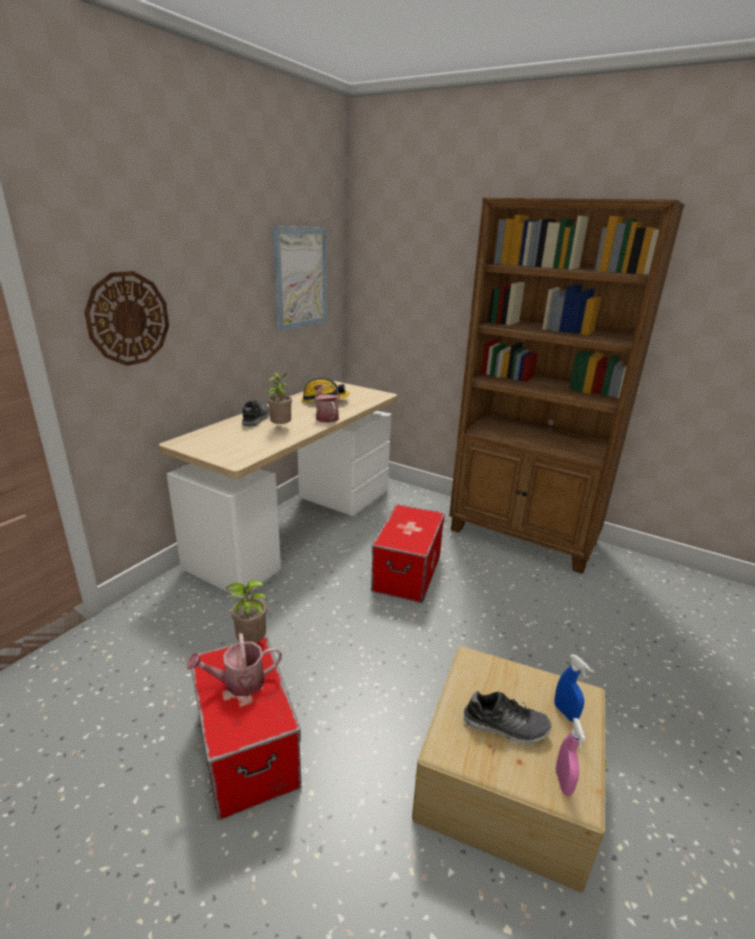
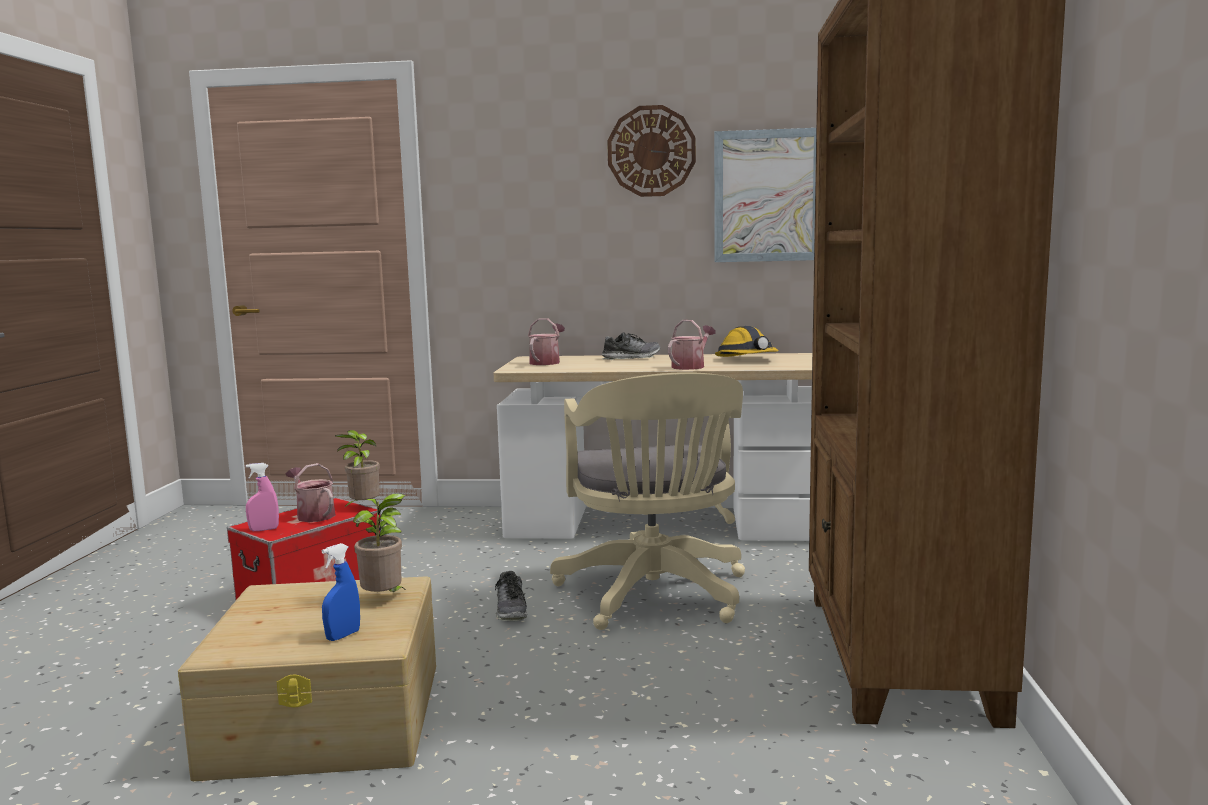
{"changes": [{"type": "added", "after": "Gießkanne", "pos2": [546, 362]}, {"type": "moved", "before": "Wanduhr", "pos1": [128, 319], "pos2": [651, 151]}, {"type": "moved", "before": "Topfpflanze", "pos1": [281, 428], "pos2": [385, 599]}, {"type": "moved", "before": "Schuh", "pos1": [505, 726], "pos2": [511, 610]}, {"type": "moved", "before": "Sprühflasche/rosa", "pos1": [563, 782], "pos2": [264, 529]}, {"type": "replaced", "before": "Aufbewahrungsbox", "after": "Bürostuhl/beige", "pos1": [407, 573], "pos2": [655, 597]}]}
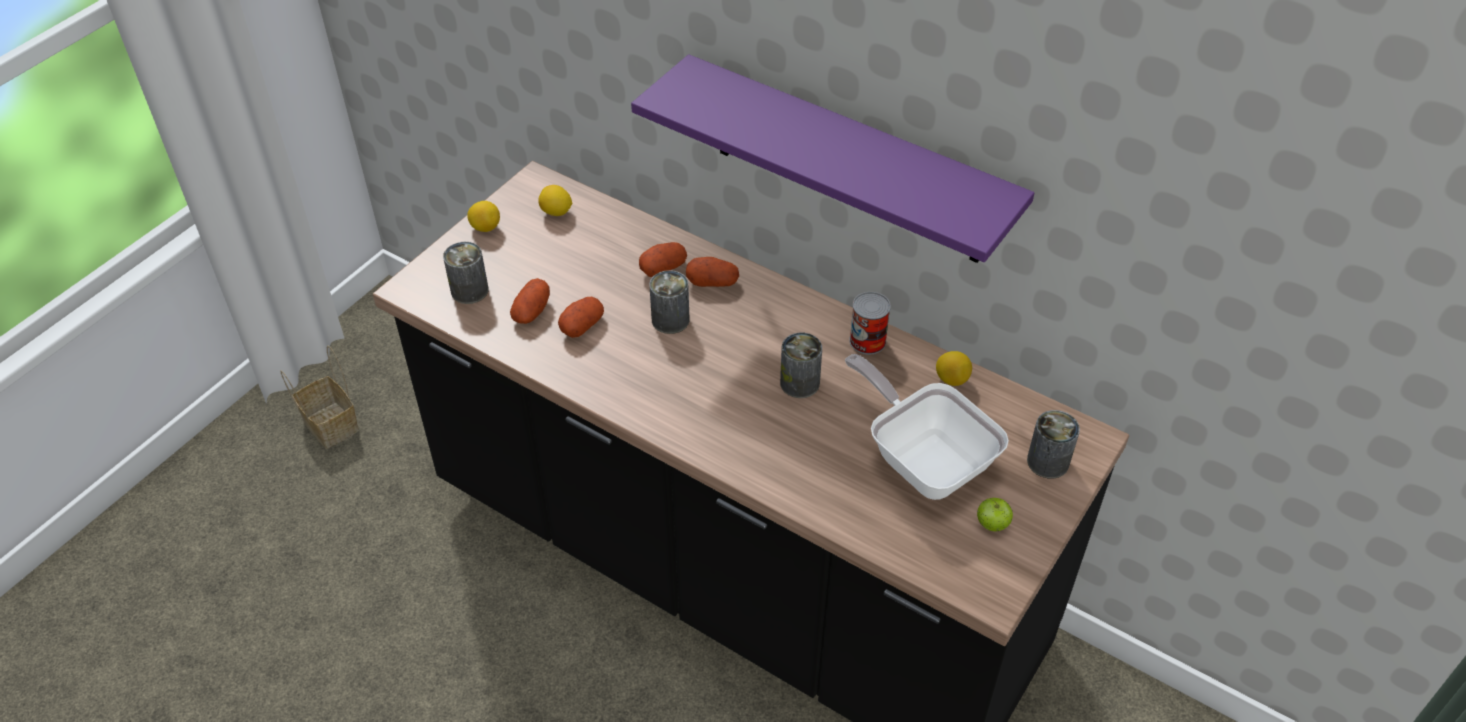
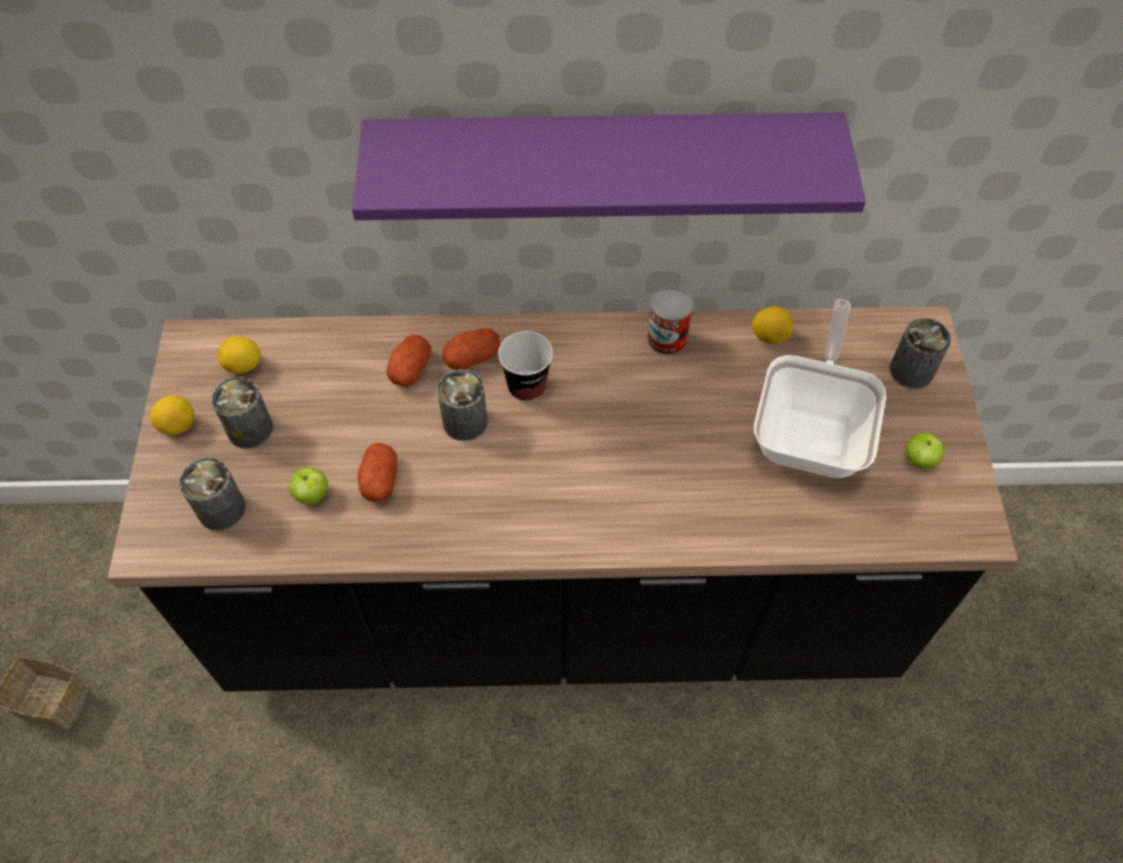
{"changes": [{"type": "added", "after": "Tasse", "pos2": [527, 387]}, {"type": "moved", "before": "Dose", "pos1": [799, 383], "pos2": [250, 429]}, {"type": "replaced", "before": "Kartoffel", "after": "Apfel", "pos1": [532, 311], "pos2": [312, 495]}, {"type": "turned", "before": "Pfanne", "pos1": [923, 458], "pos2": [812, 430], "turn": 90}]}
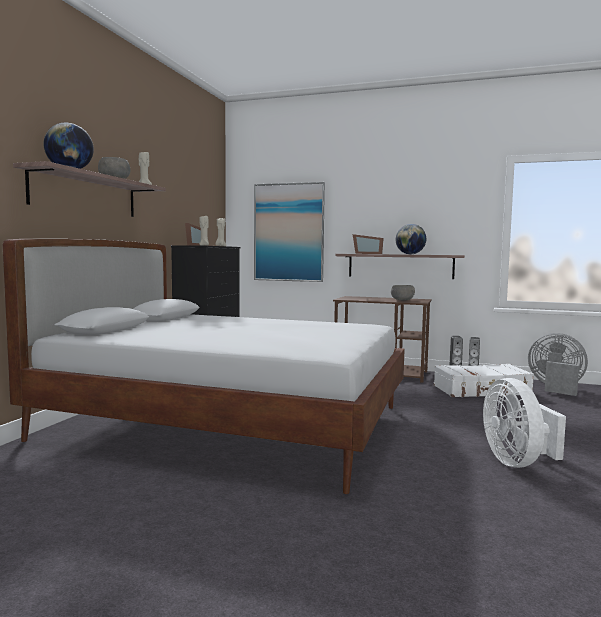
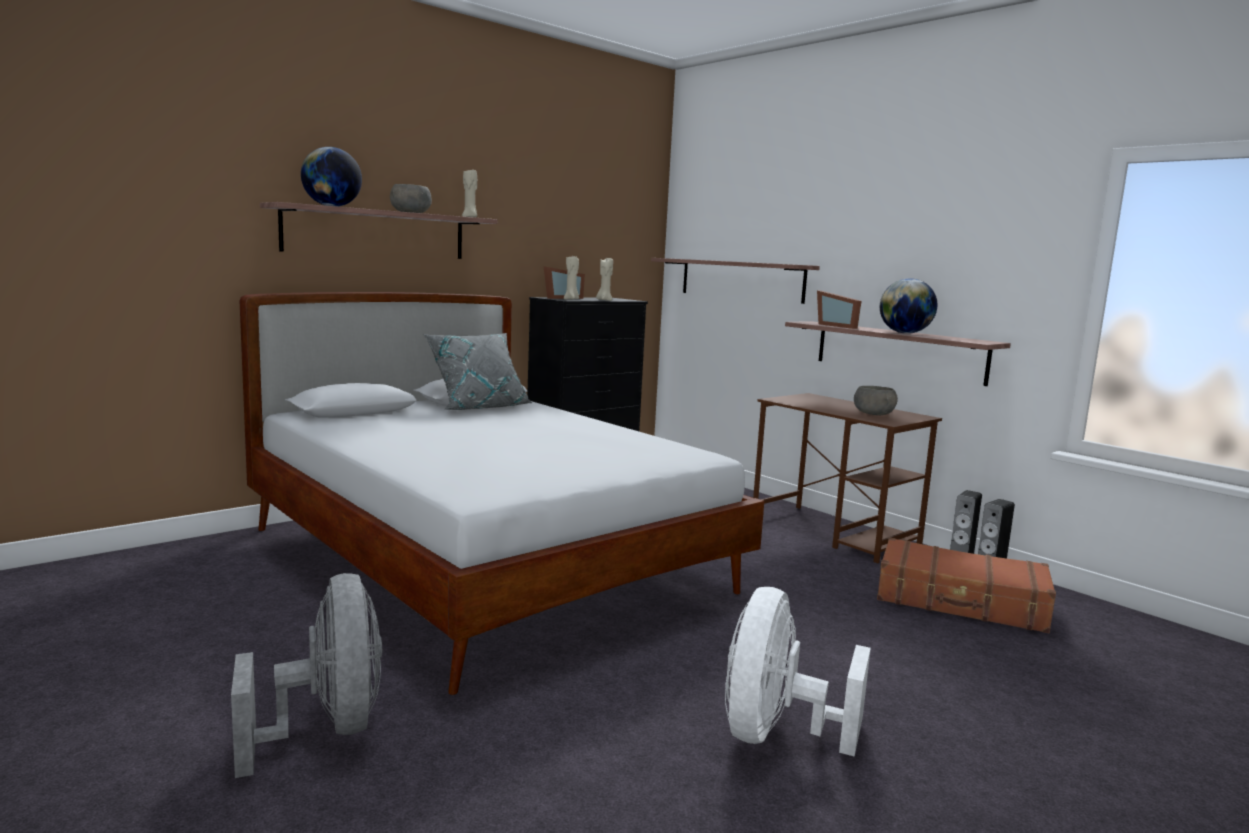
{"changes": [{"type": "added", "after": "Kissen/grau", "pos2": [478, 407]}, {"type": "moved", "before": "Ventilator/grau", "pos1": [555, 388], "pos2": [327, 729]}, {"type": "replaced", "before": "Bild", "after": "Wandregal", "pos1": [288, 232], "pos2": [741, 280]}, {"type": "recoloured", "before": "Koffer/weiß", "after": "Koffer/braun", "pos1": [482, 391], "pos2": [961, 602]}]}
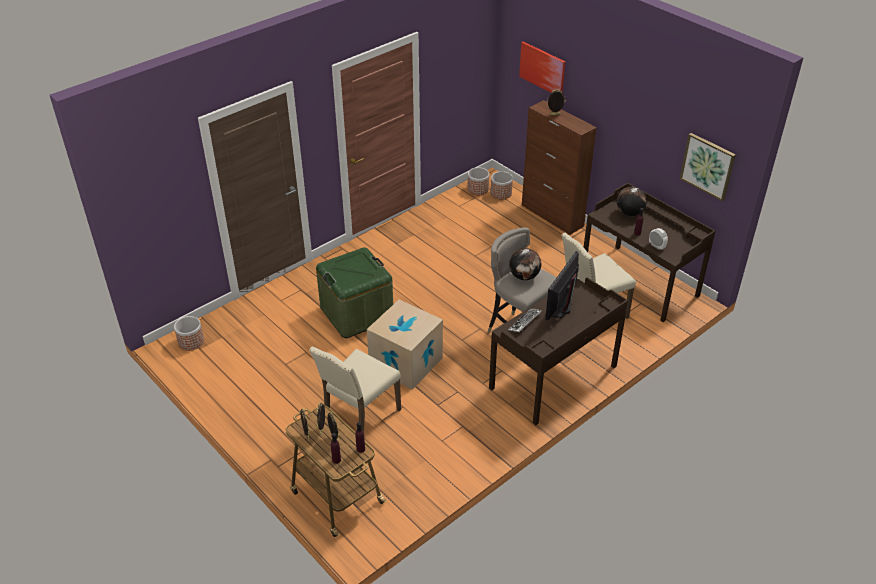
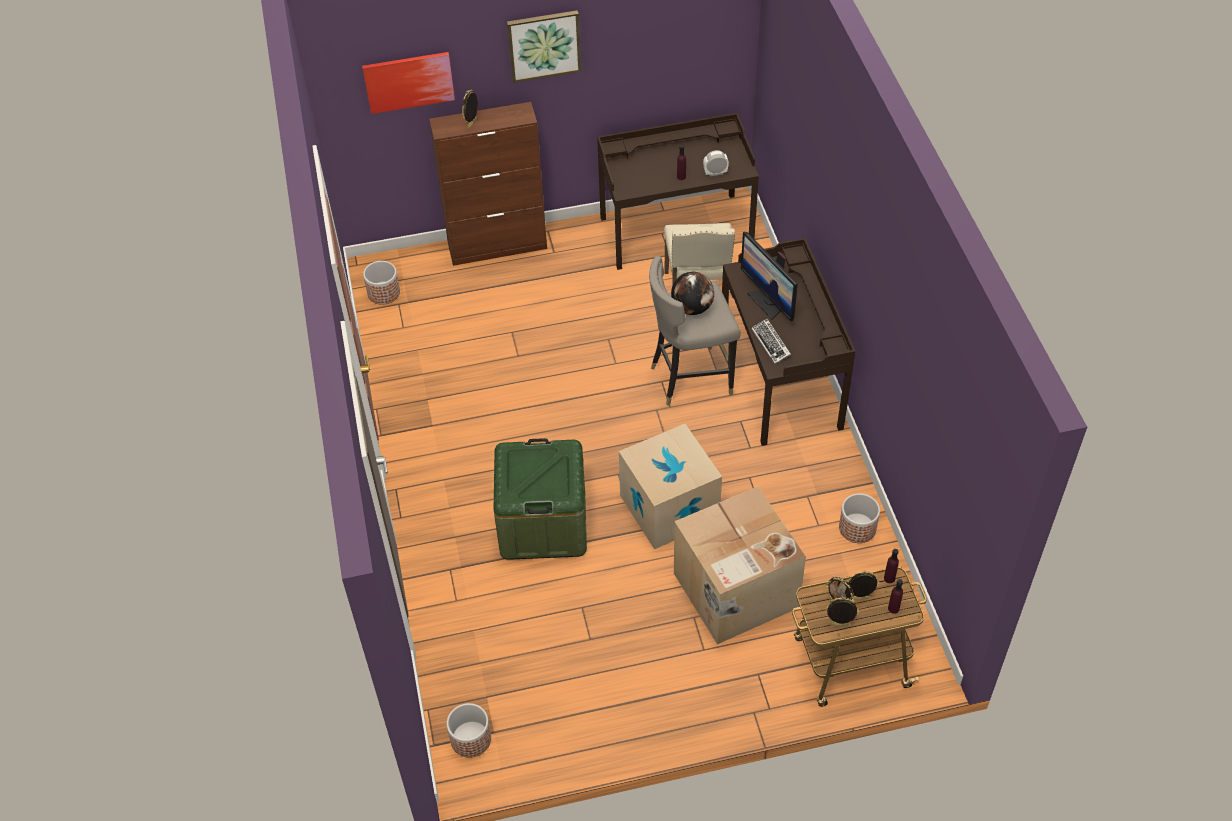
{"changes": [{"type": "removed", "before": "Globus", "pos1": [629, 213]}, {"type": "moved", "before": "Pflanzkübel", "pos1": [501, 193], "pos2": [857, 528]}, {"type": "moved", "before": "Bild", "pos1": [708, 166], "pos2": [544, 45]}, {"type": "replaced", "before": "Stuhl/beige", "after": "Karton", "pos1": [359, 417], "pos2": [735, 592]}]}
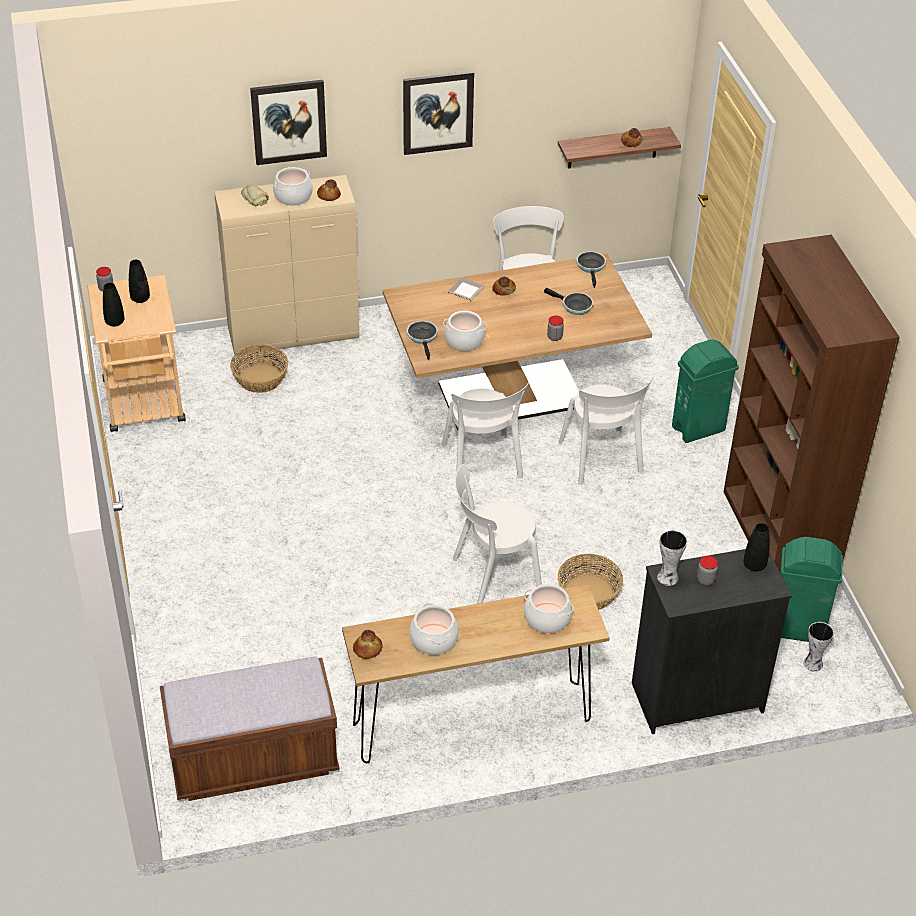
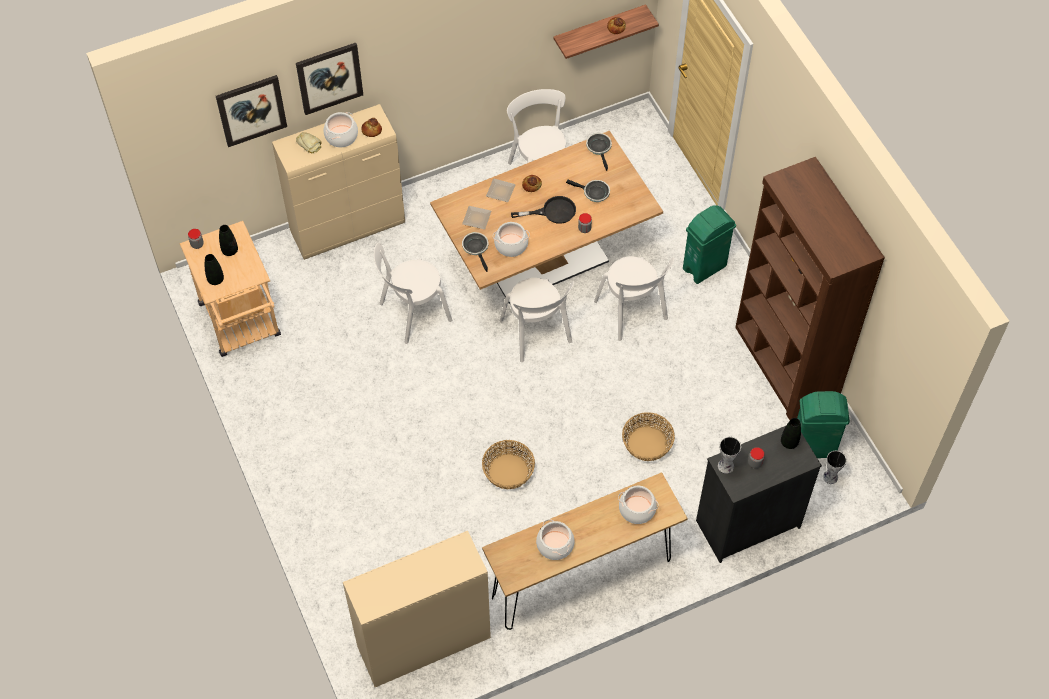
{"changes": [{"type": "removed", "before": "Brot", "pos1": [368, 649]}, {"type": "added", "after": "Teller", "pos2": [476, 218]}, {"type": "added", "after": "Pfanne/schwarz", "pos2": [552, 212]}, {"type": "moved", "before": "Korb", "pos1": [260, 379], "pos2": [508, 472]}, {"type": "moved", "before": "Bild", "pos1": [438, 112], "pos2": [251, 110]}, {"type": "moved", "before": "Stuhl/weiß", "pos1": [492, 576], "pos2": [412, 313]}, {"type": "replaced", "before": "Bank/braun", "after": "Schrank/beige", "pos1": [254, 760], "pos2": [423, 643]}]}
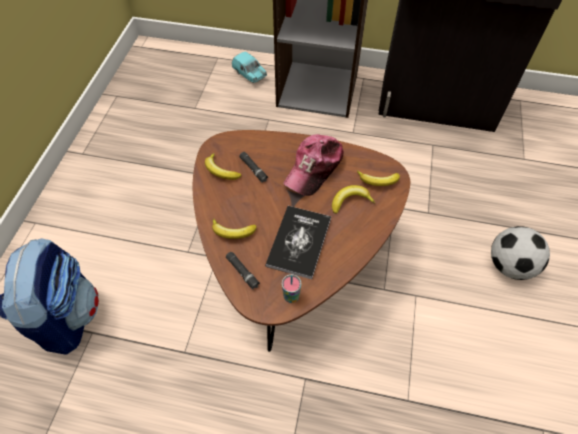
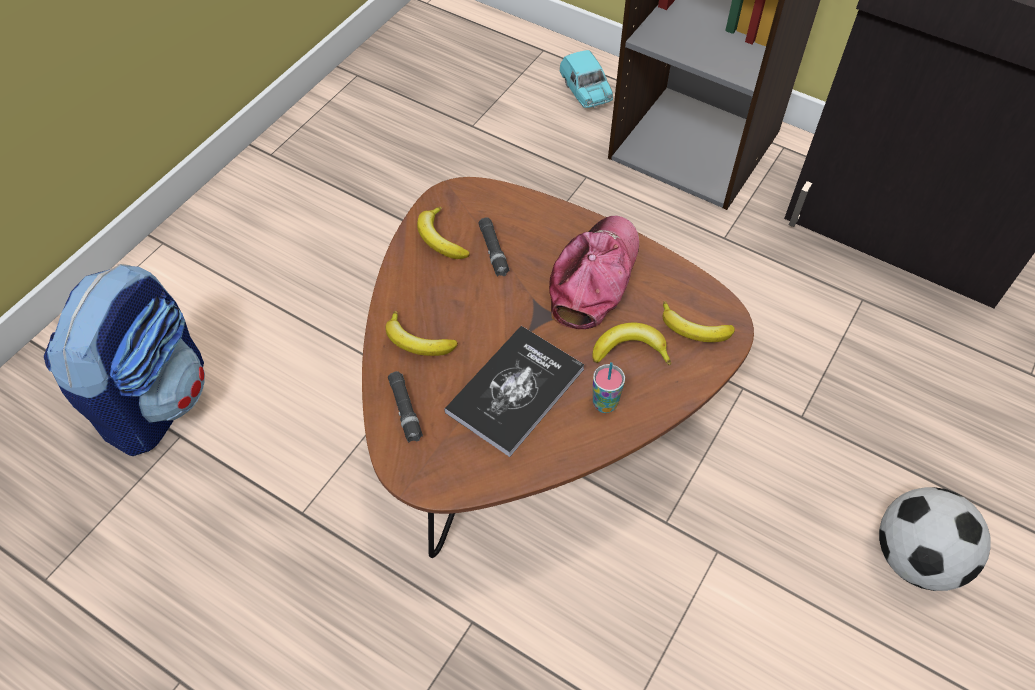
{"changes": [{"type": "moved", "before": "Tasse", "pos1": [291, 297], "pos2": [605, 404]}, {"type": "turned", "before": "Kappe", "pos1": [314, 168], "pos2": [594, 277], "turn": 150}]}
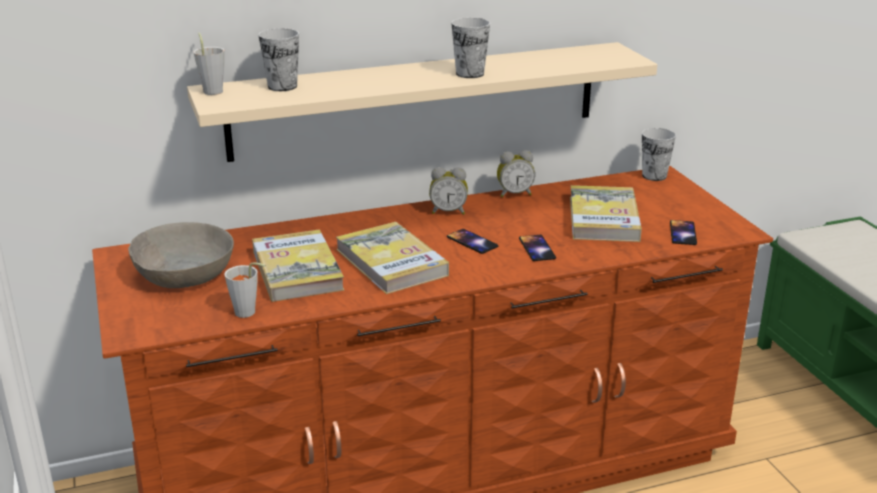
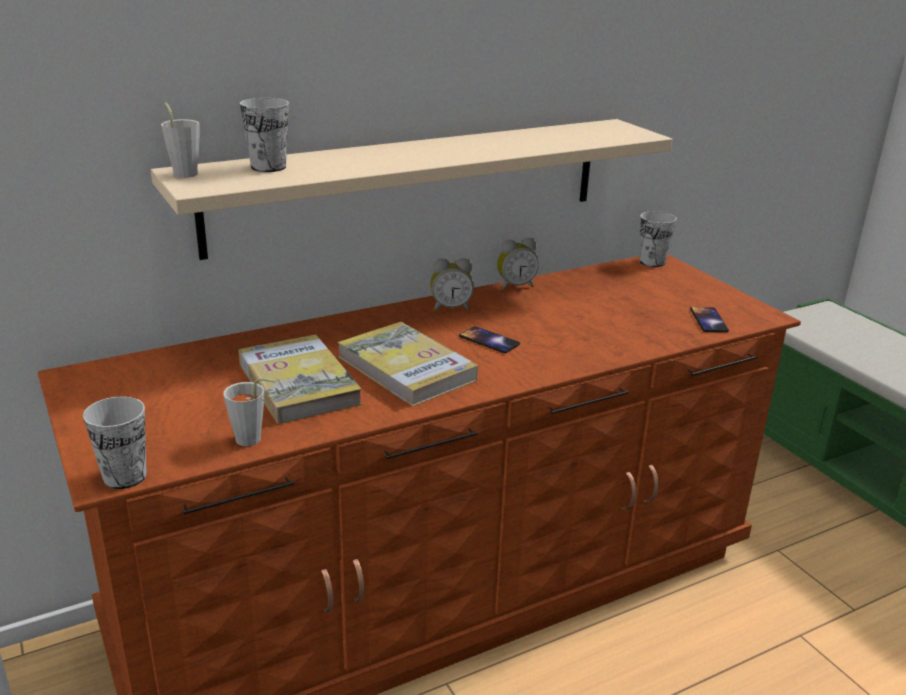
{"changes": [{"type": "removed", "before": "Schüssel/grau", "pos1": [185, 275]}, {"type": "removed", "before": "Handy", "pos1": [537, 248]}, {"type": "removed", "before": "Buch", "pos1": [603, 218]}, {"type": "moved", "before": "Tasse", "pos1": [470, 74], "pos2": [125, 476]}]}
